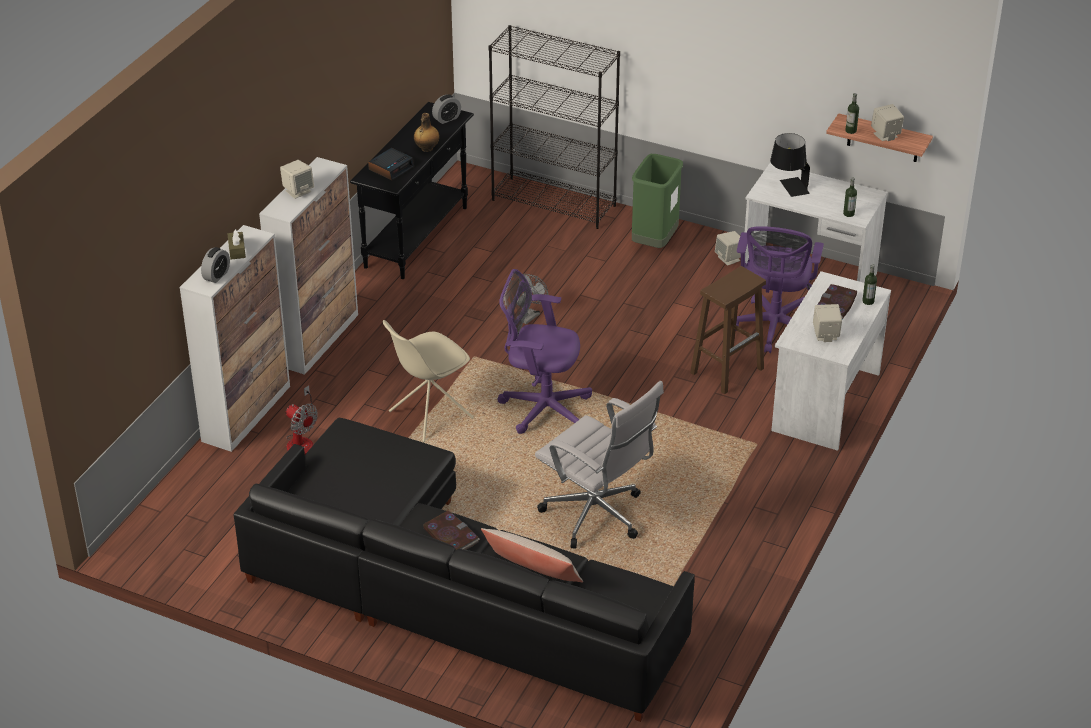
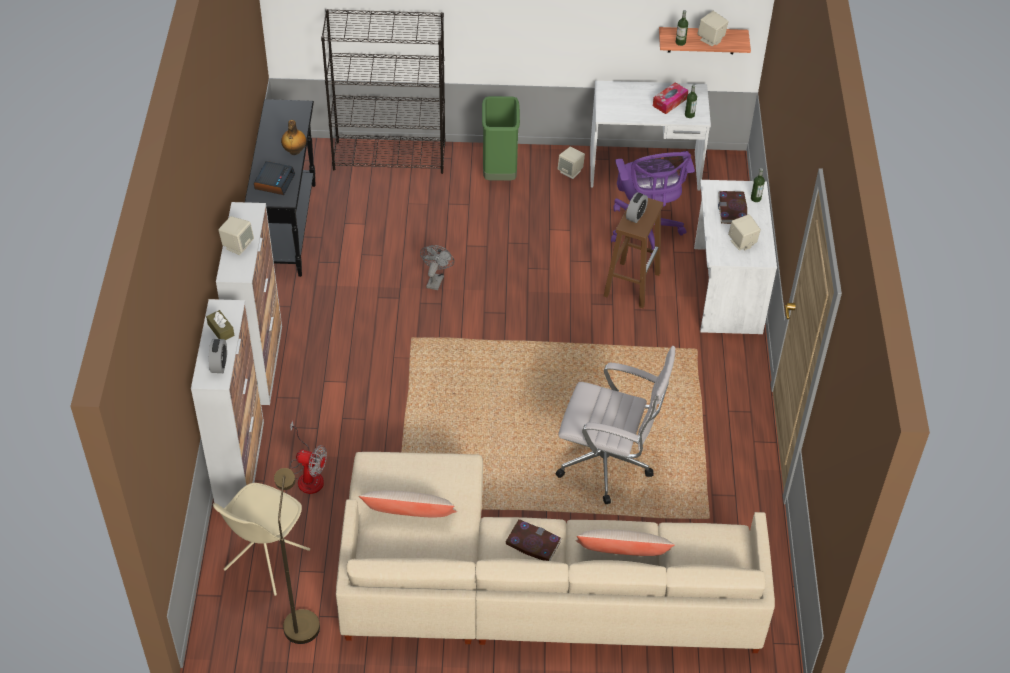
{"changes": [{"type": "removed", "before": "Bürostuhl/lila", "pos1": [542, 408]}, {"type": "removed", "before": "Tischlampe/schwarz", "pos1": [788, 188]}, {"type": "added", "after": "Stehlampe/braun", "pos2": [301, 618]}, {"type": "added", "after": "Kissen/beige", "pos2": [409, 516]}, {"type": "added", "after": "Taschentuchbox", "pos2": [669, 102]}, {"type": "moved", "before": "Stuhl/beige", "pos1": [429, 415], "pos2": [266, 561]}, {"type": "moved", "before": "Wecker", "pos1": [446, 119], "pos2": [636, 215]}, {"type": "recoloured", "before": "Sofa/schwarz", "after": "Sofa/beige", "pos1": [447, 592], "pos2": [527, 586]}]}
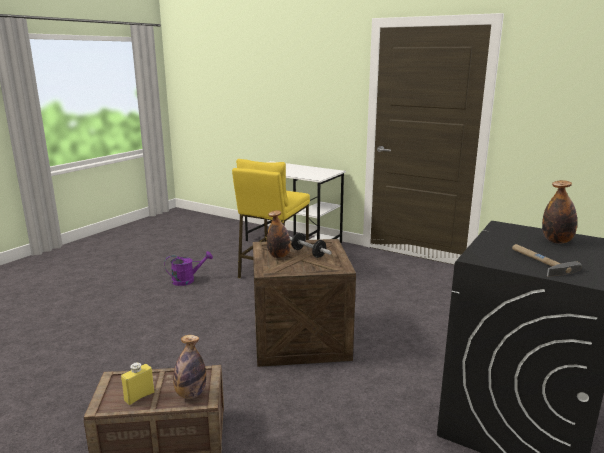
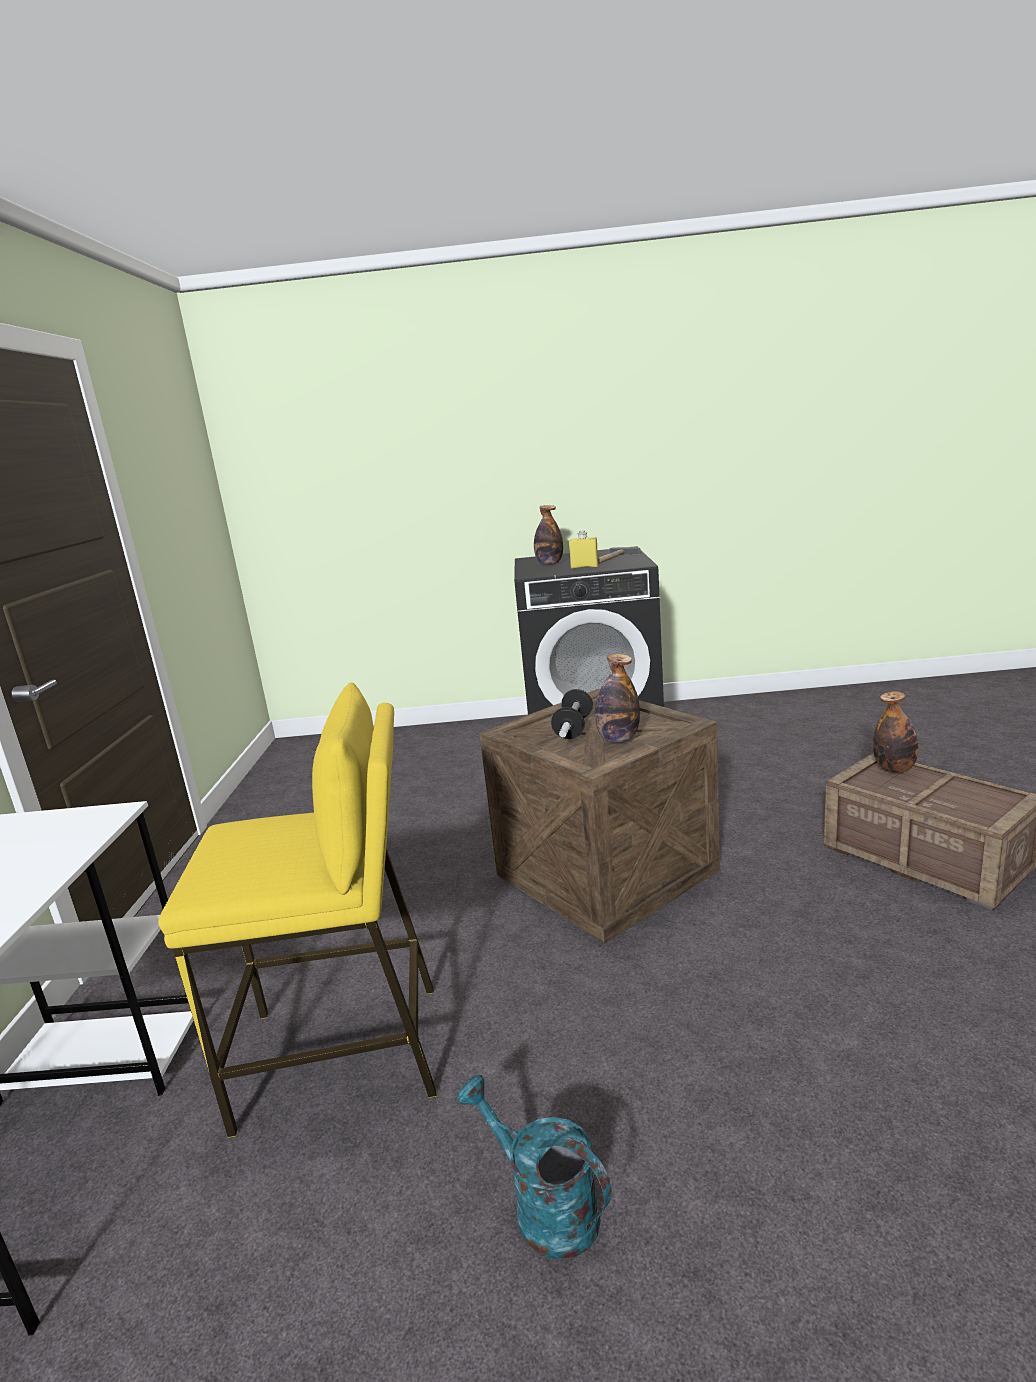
{"changes": [{"type": "moved", "before": "Flasche/gelb", "pos1": [139, 396], "pos2": [584, 567]}, {"type": "recoloured", "before": "Gießkanne/lila", "after": "Gießkanne/türkis", "pos1": [187, 280], "pos2": [544, 1207]}]}
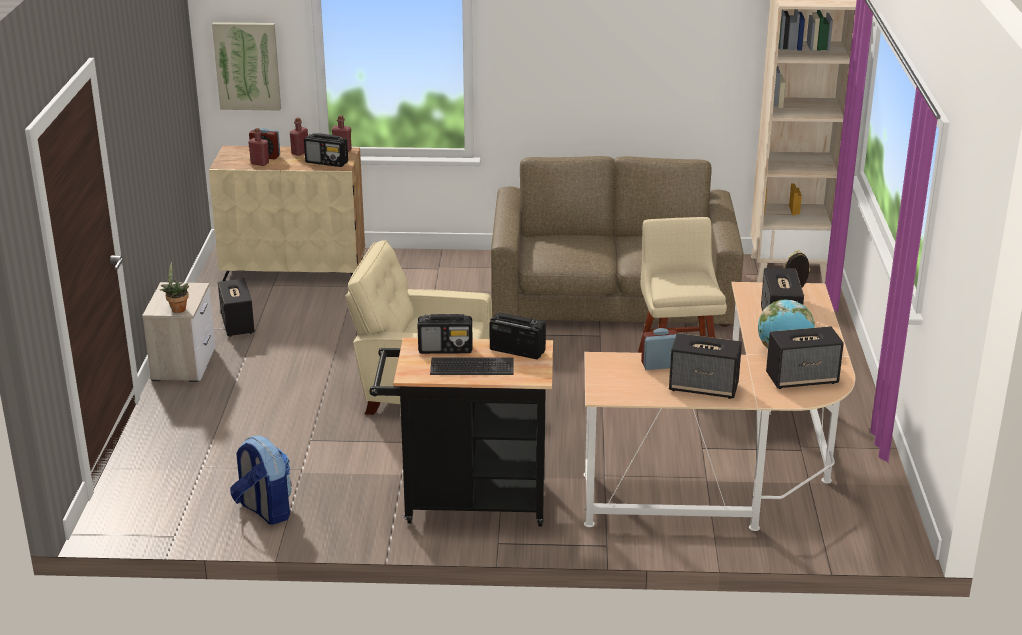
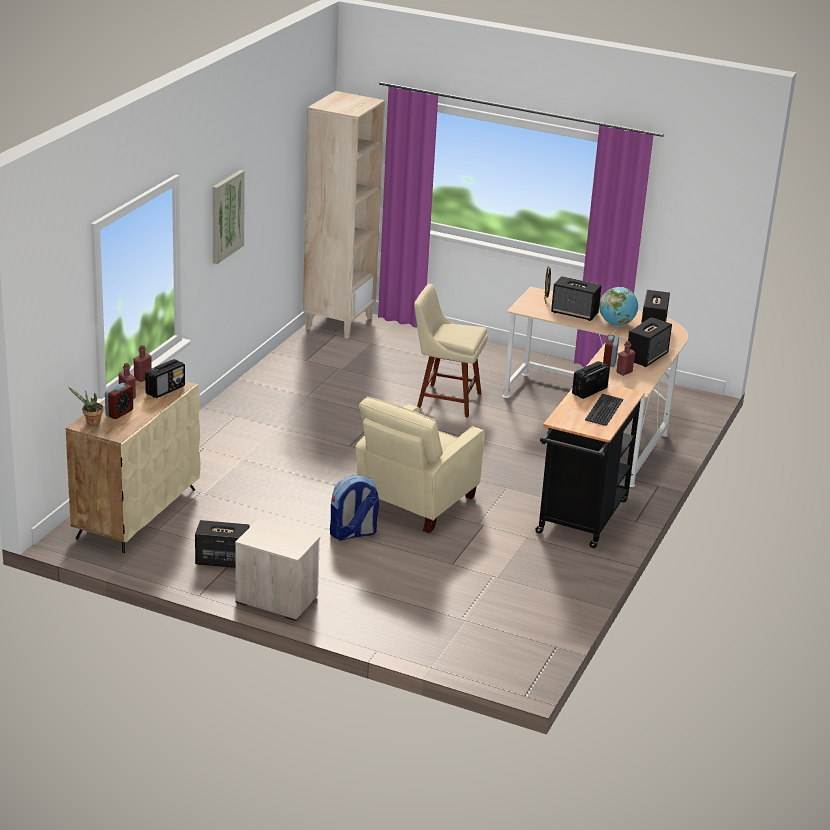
{"changes": [{"type": "removed", "before": "Radio", "pos1": [446, 349]}, {"type": "removed", "before": "Sofa/braun", "pos1": [613, 295]}, {"type": "moved", "before": "Topfpflanze", "pos1": [177, 309], "pos2": [91, 422]}, {"type": "moved", "before": "Bild", "pos1": [247, 66], "pos2": [226, 216]}, {"type": "moved", "before": "Rucksack", "pos1": [264, 510], "pos2": [353, 534]}, {"type": "moved", "before": "Flasche/rot", "pos1": [260, 163], "pos2": [624, 372]}]}
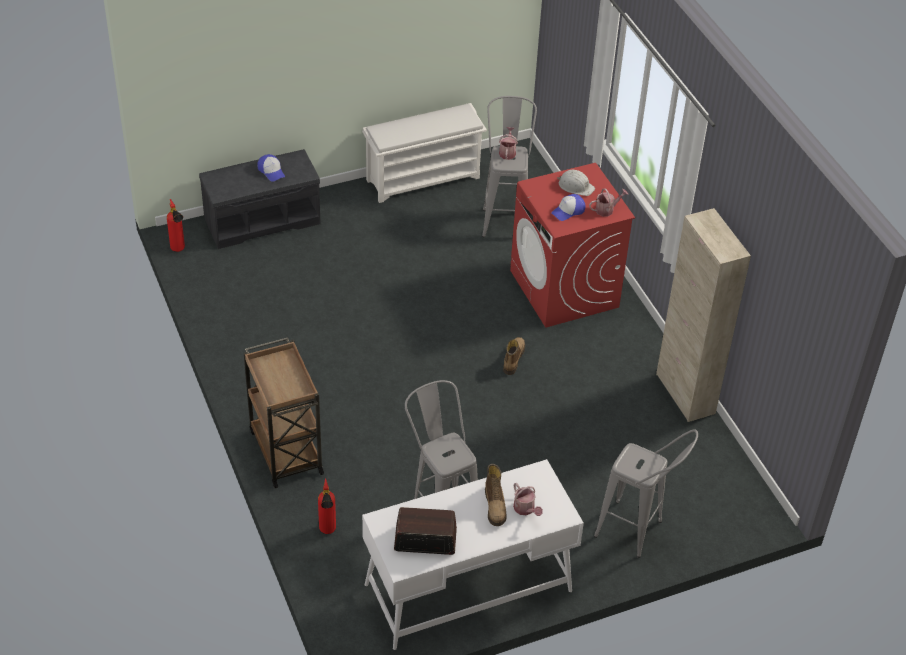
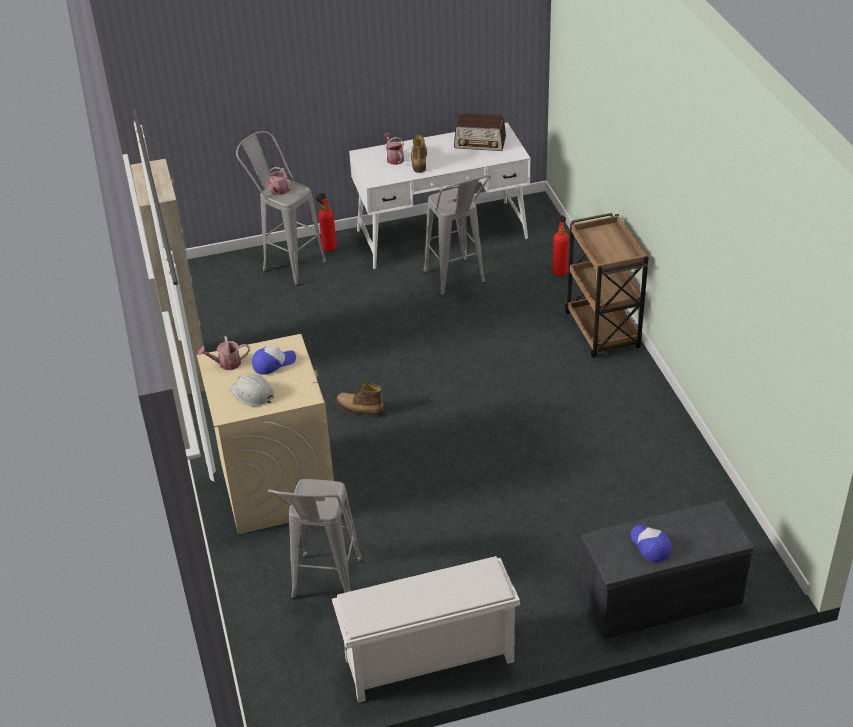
{"changes": [{"type": "moved", "before": "Feuerlöscher", "pos1": [179, 250], "pos2": [328, 247]}, {"type": "moved", "before": "Gießkanne", "pos1": [507, 152], "pos2": [278, 191]}, {"type": "recoloured", "before": "Waschmaschine/rot", "after": "Waschmaschine/beige", "pos1": [564, 289], "pos2": [277, 485]}, {"type": "turned", "before": "Stiefel", "pos1": [513, 358], "pos2": [359, 409], "turn": 90}]}
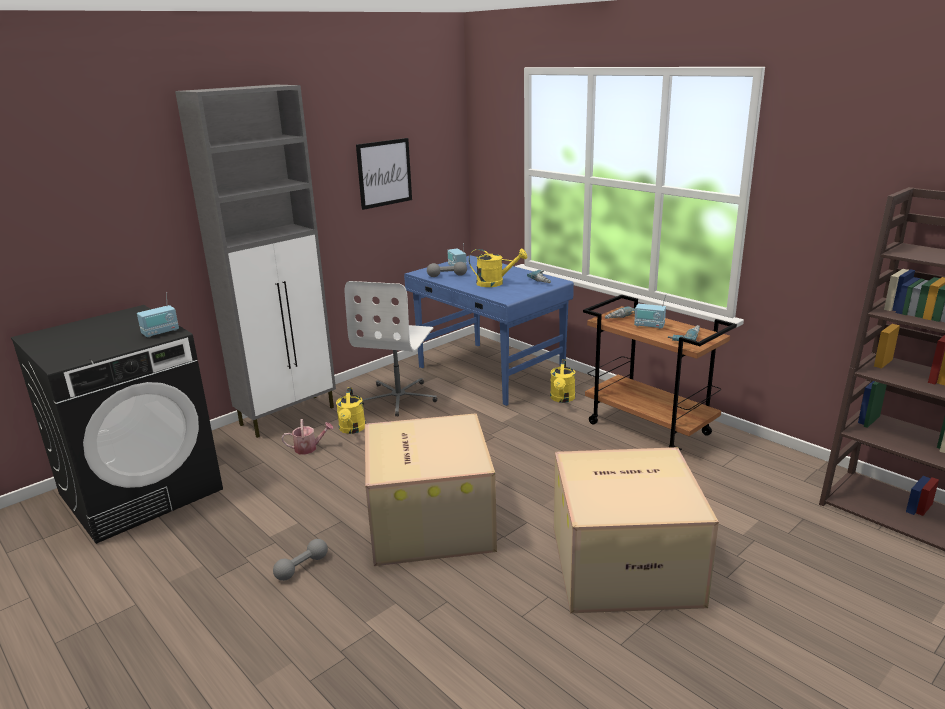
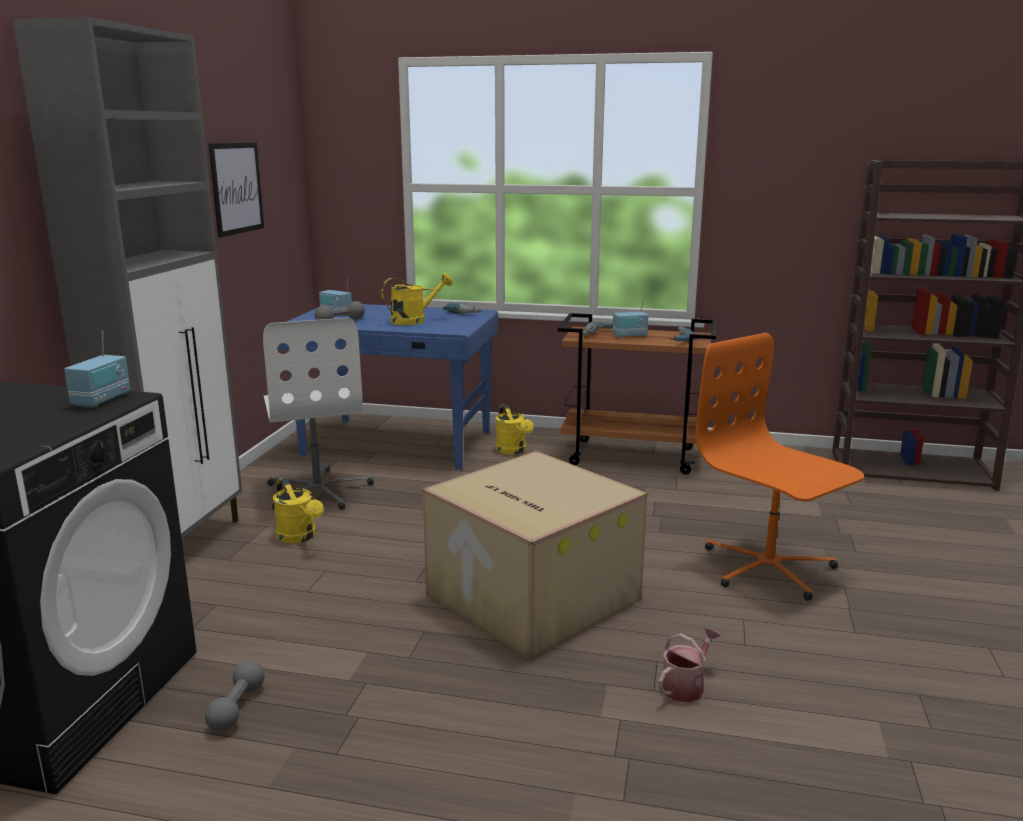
{"changes": [{"type": "moved", "before": "Hantel/grau", "pos1": [302, 567], "pos2": [237, 708]}, {"type": "moved", "before": "Gießkanne", "pos1": [309, 448], "pos2": [686, 686]}, {"type": "replaced", "before": "Karton", "after": "Bürostuhl/orange", "pos1": [626, 563], "pos2": [768, 568]}]}
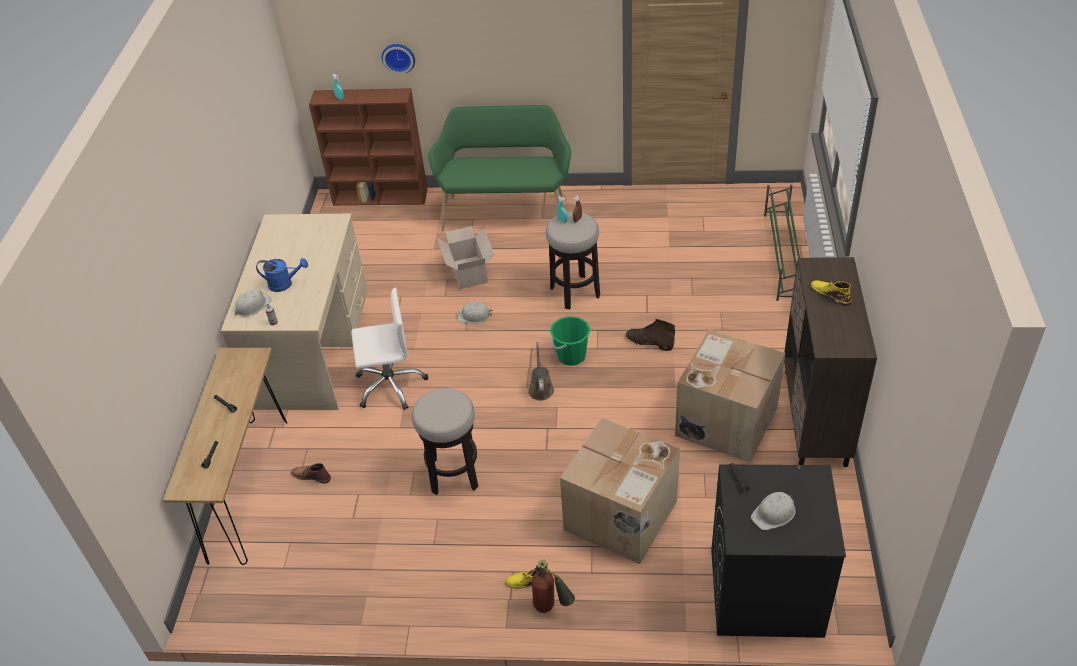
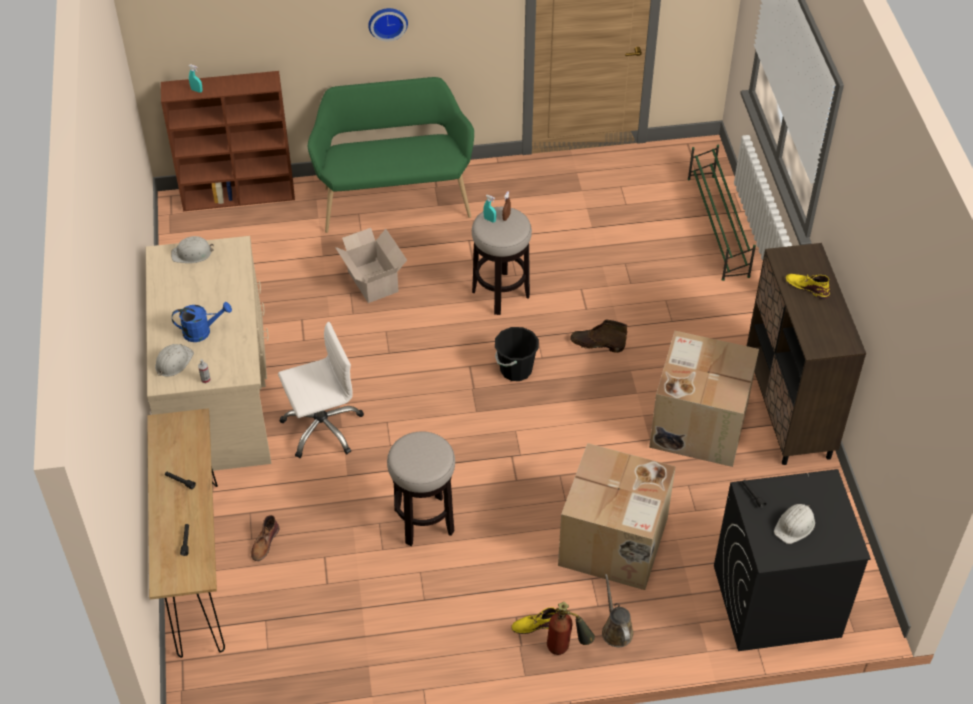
{"changes": [{"type": "moved", "before": "Wanduhr", "pos1": [398, 57], "pos2": [387, 22]}, {"type": "moved", "before": "Schutzhelm/weiß", "pos1": [474, 316], "pos2": [192, 253]}, {"type": "moved", "before": "Gießkanne/braun", "pos1": [541, 388], "pos2": [616, 630]}, {"type": "recoloured", "before": "Eimer/grün", "after": "Eimer/schwarz", "pos1": [571, 356], "pos2": [516, 369]}, {"type": "turned", "before": "Stiefel/braun", "pos1": [311, 475], "pos2": [264, 543], "turn": -75}]}
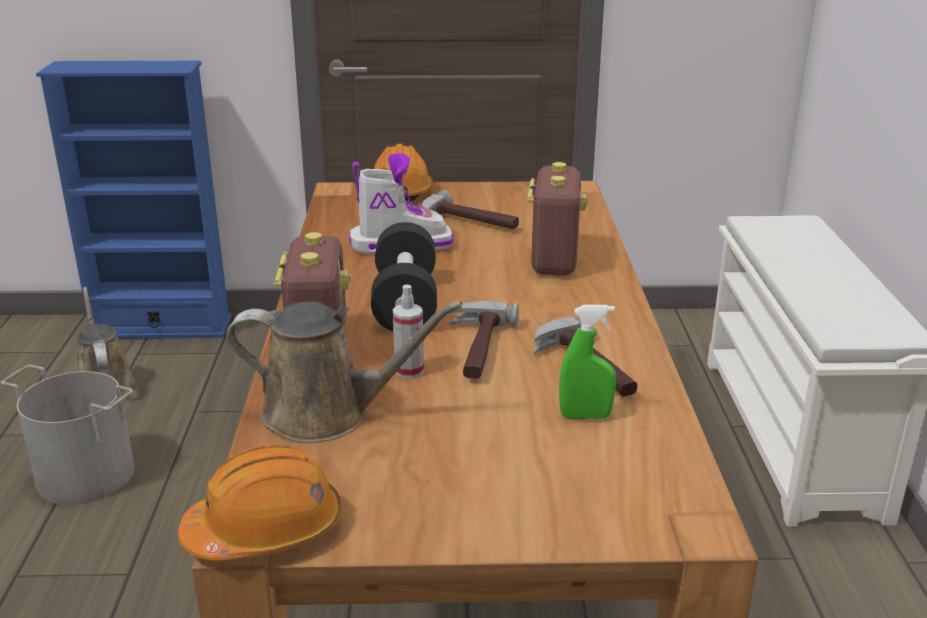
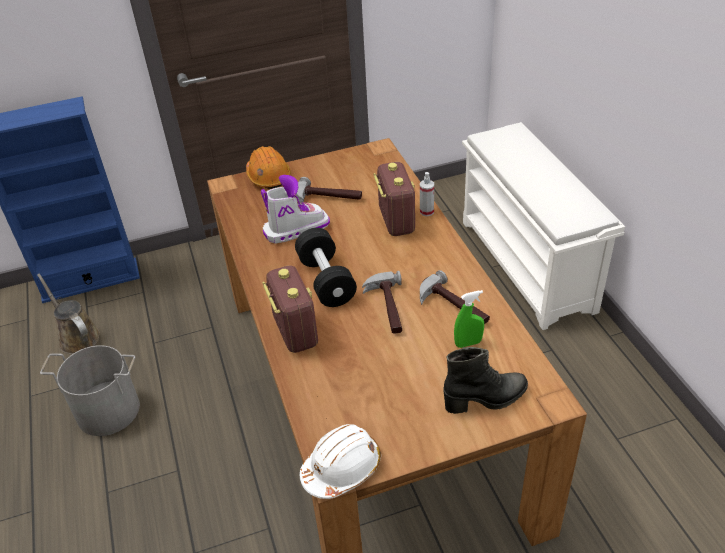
{"changes": [{"type": "removed", "before": "Gießkanne/braun", "pos1": [327, 414]}, {"type": "added", "after": "Stiefel/schwarz", "pos2": [486, 399]}, {"type": "moved", "before": "Sprühflasche", "pos1": [409, 371], "pos2": [426, 211]}, {"type": "recoloured", "before": "Schutzhelm/orange", "after": "Schutzhelm/weiß", "pos1": [265, 530], "pos2": [342, 468]}]}
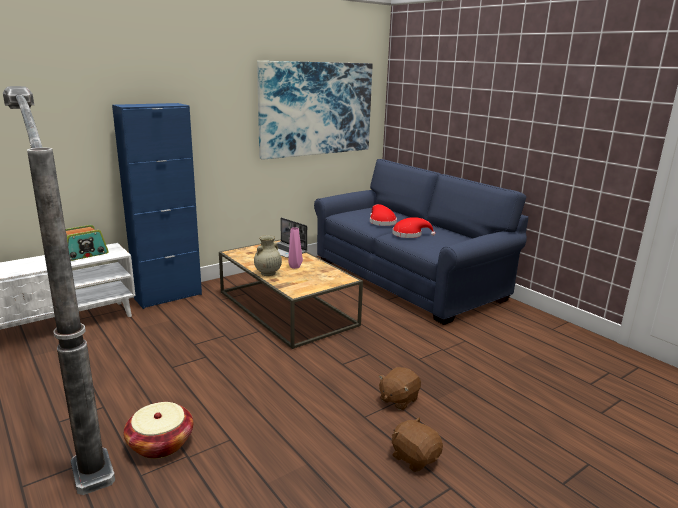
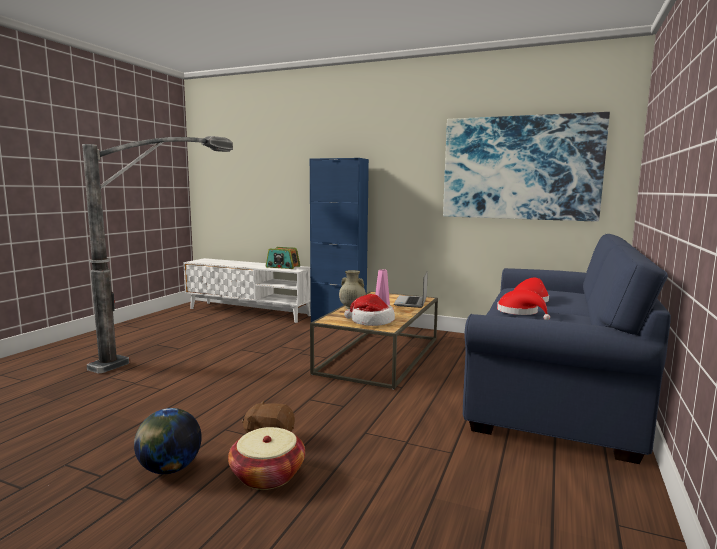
{"changes": [{"type": "added", "after": "Hut", "pos2": [371, 322]}, {"type": "moved", "before": "Korb", "pos1": [160, 444], "pos2": [267, 475]}, {"type": "replaced", "before": "Plüschtier/braun", "after": "Globus", "pos1": [414, 457], "pos2": [169, 469]}]}
